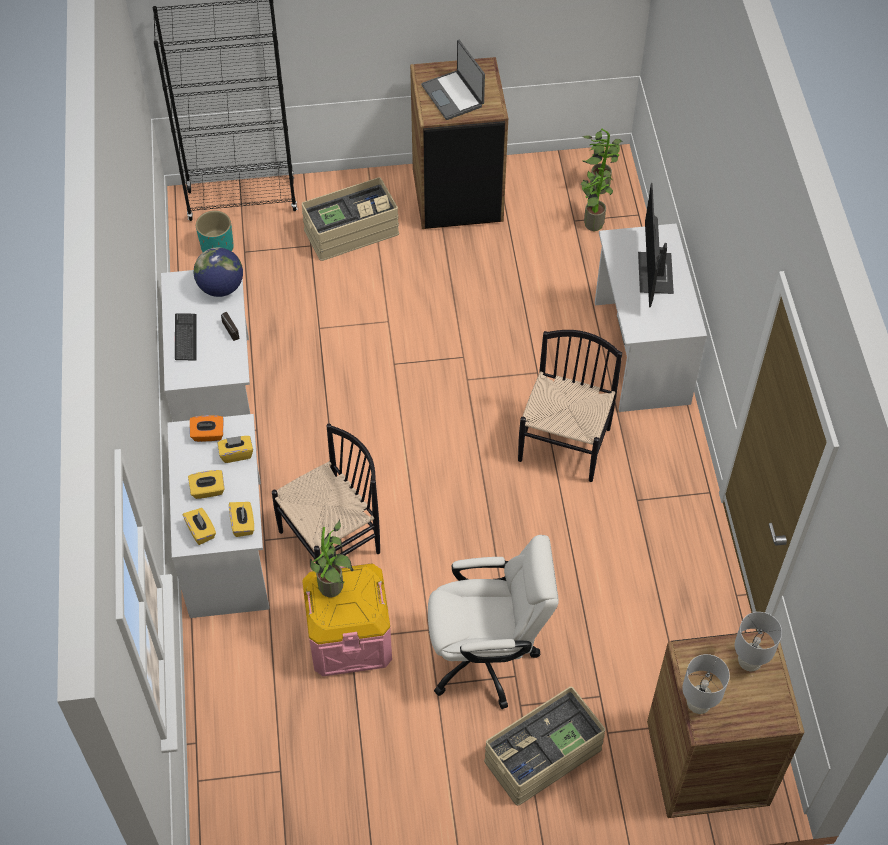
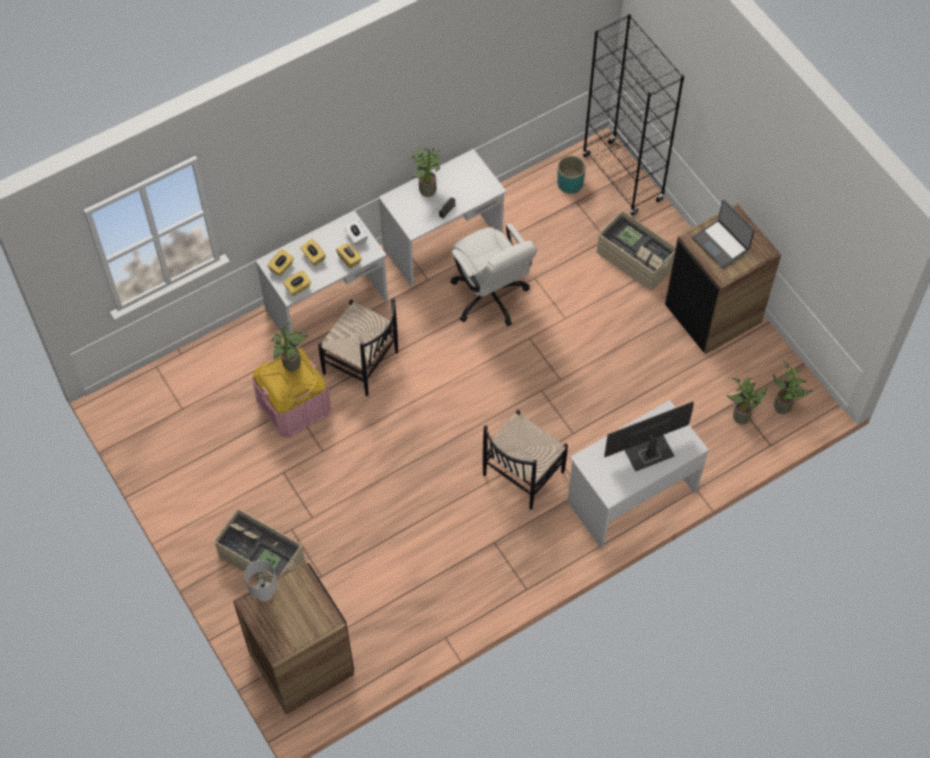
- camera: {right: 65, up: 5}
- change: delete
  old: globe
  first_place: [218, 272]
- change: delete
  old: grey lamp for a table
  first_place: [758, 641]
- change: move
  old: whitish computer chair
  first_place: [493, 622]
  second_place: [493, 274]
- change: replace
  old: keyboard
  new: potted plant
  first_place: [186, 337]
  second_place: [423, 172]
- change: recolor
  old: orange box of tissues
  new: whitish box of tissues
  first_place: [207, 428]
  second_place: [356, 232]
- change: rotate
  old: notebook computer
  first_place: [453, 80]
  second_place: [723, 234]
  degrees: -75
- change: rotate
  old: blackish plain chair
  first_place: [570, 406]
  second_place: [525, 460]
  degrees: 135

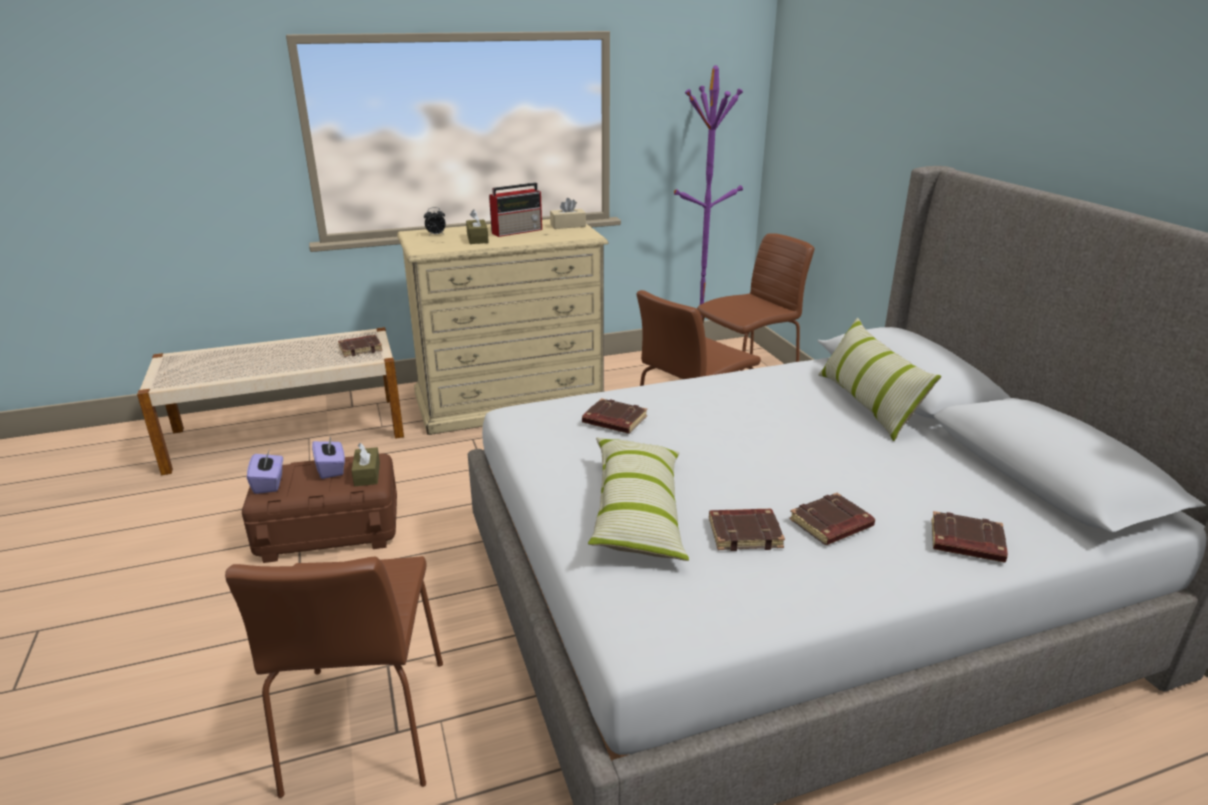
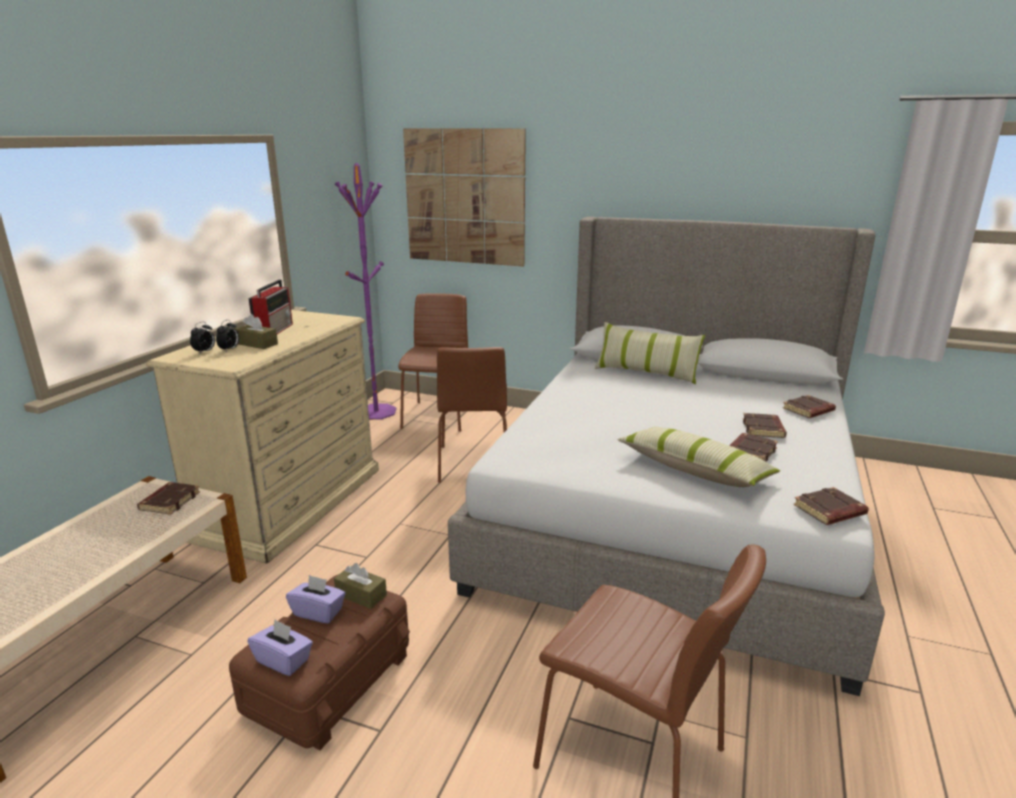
- camera: {right: -50, up: -5}
- change: delete
  old: beige-coloured box of tissues
  first_place: [568, 213]
- change: insert
  new: table clock
  second_place: [227, 335]
- change: insert
  new: wall picture
  second_place: [464, 197]
- change: move
  old: brown volume
  first_place: [614, 416]
  second_place: [831, 506]

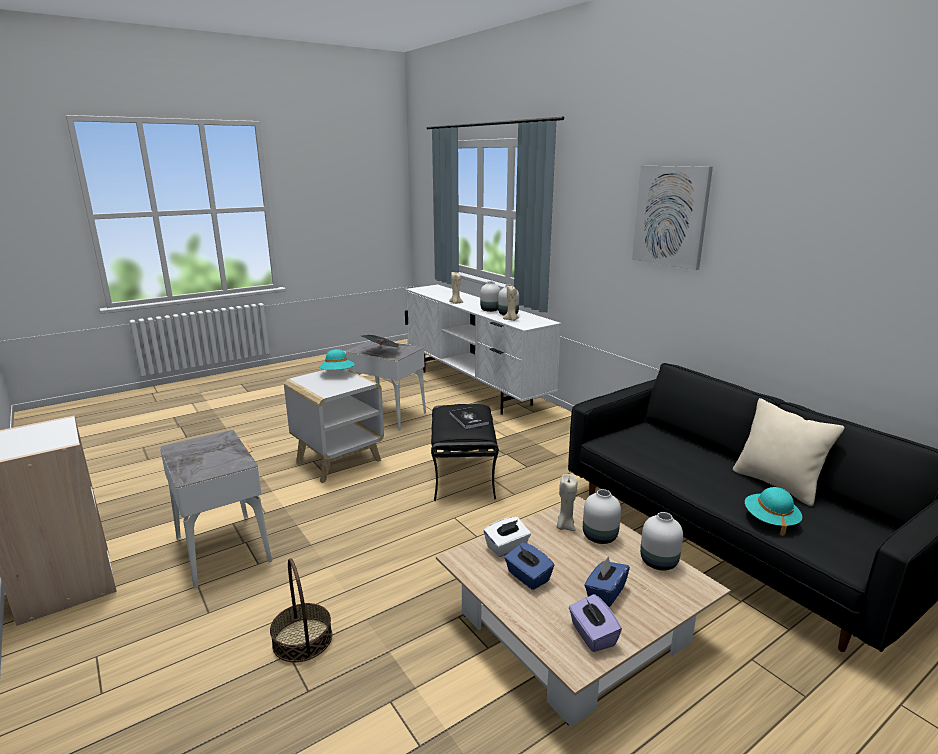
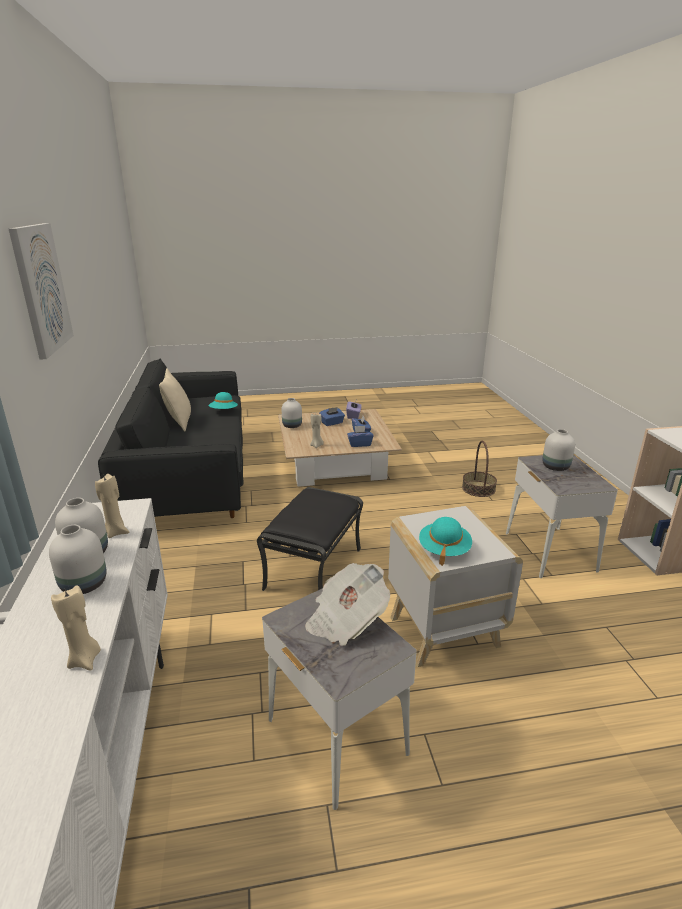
- camera: {right: -155, up: 5}
- change: delete
  old: volume
  first_place: [469, 418]
- change: move
  old: whitish vase
  first_place: [602, 516]
  second_place: [558, 450]
- change: recolor
  old: whitish box of tissues
  new: blue-coloured box of tissues
  first_place: [507, 537]
  second_place: [360, 436]

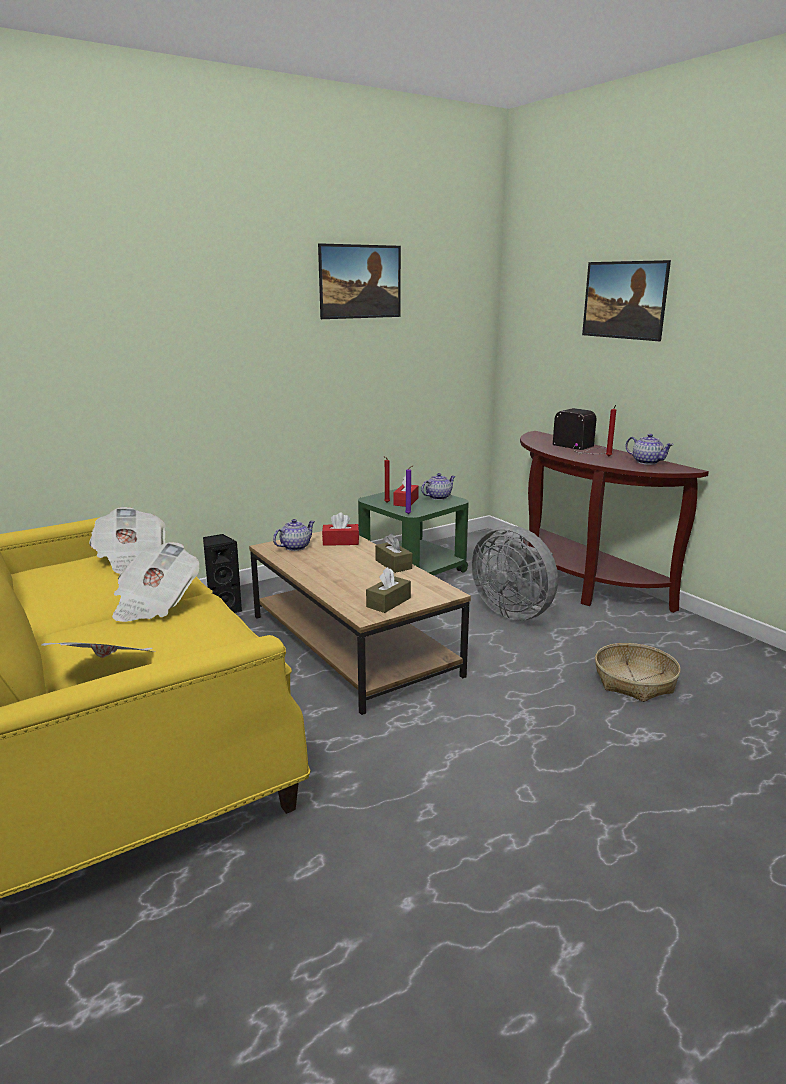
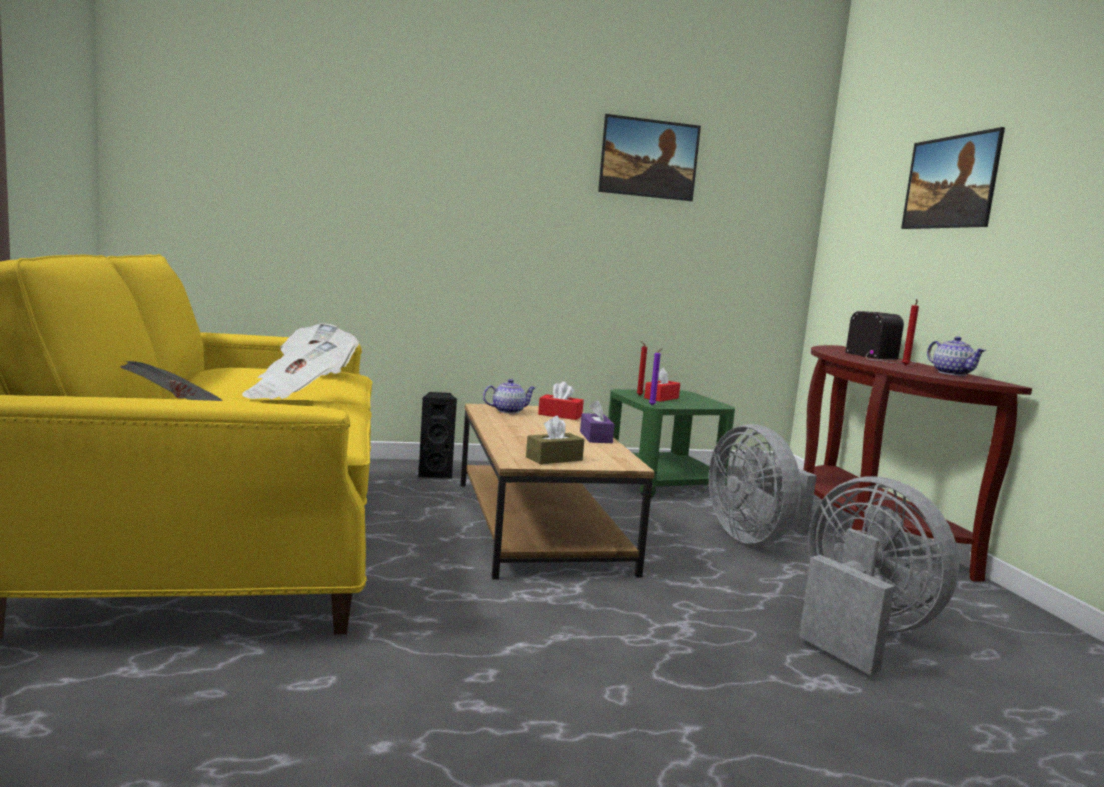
- camera: {right: 20, up: -10}
- change: delete
  old: pot for tea
  first_place: [438, 486]
- change: replace
  old: household basket
  new: grey fan
  first_place: [638, 672]
  second_place: [879, 575]
- change: recolor
  old: brown box of tissues
  new: purple box of tissues
  first_place: [393, 553]
  second_place: [597, 421]

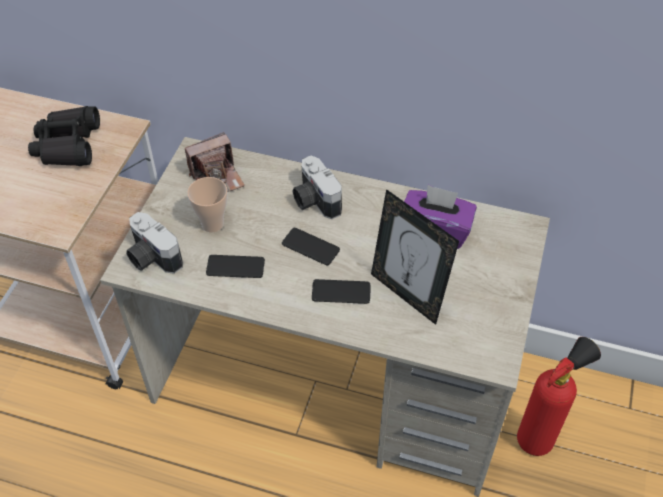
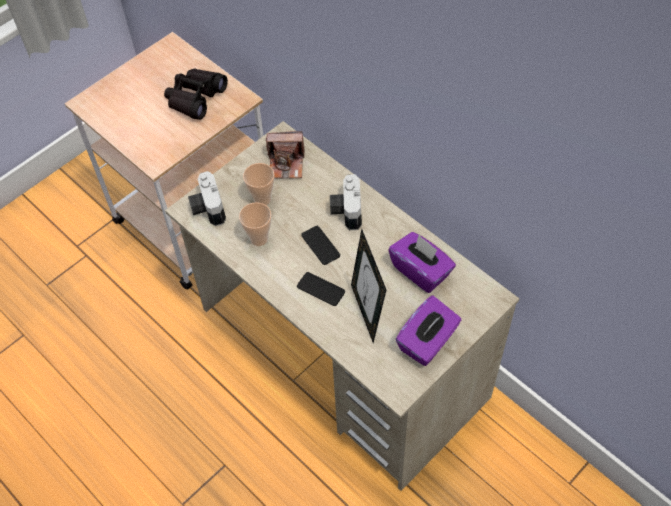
- camera: {right: 30, up: 5}
- change: delete
  old: fire extinguisher
  first_place: [559, 396]
- change: insert
  new: purple box of tissues
  second_place: [428, 331]
- change: replace
  old: phone
  new: drinking cup
  first_place: [235, 266]
  second_place: [255, 224]

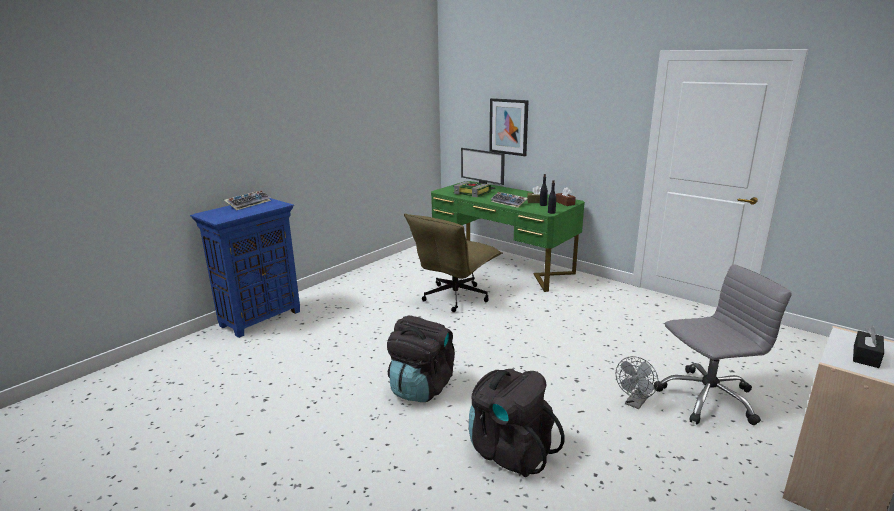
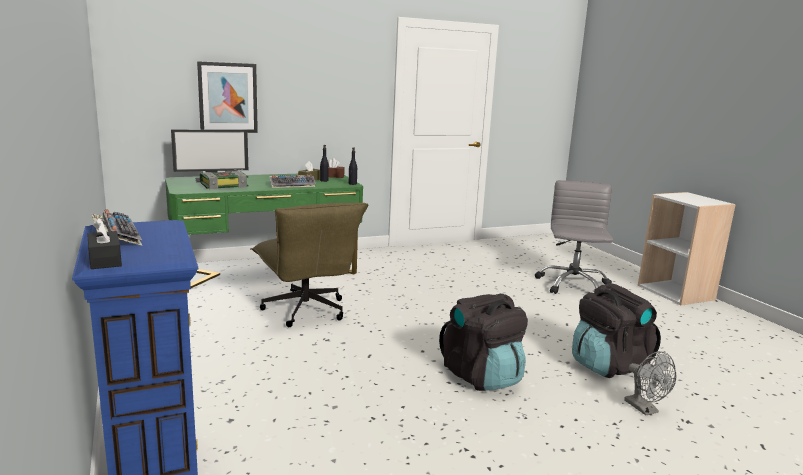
- camera: {right: -65, up: -5}
- change: move
  old: grey fan
  first_place: [637, 382]
  second_place: [650, 383]
- change: move
  old: blackish box of tissues
  first_place: [868, 346]
  second_place: [104, 243]

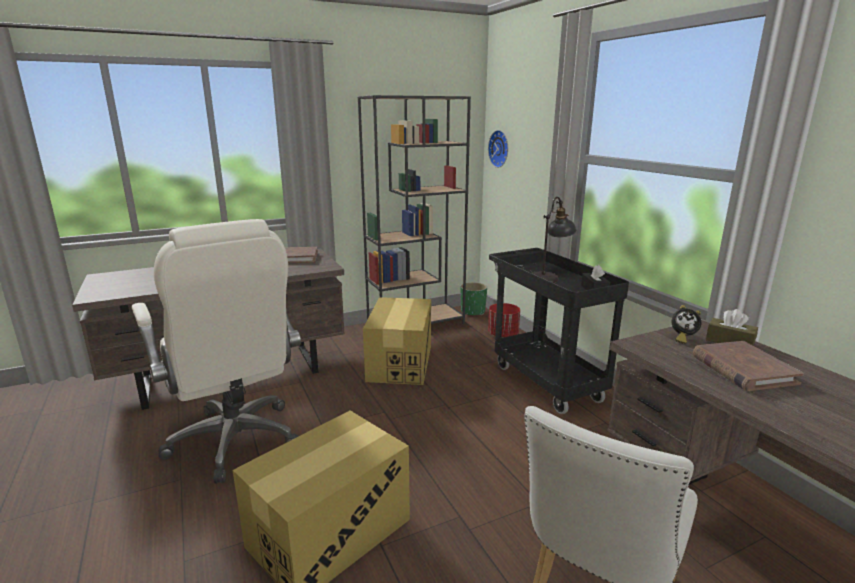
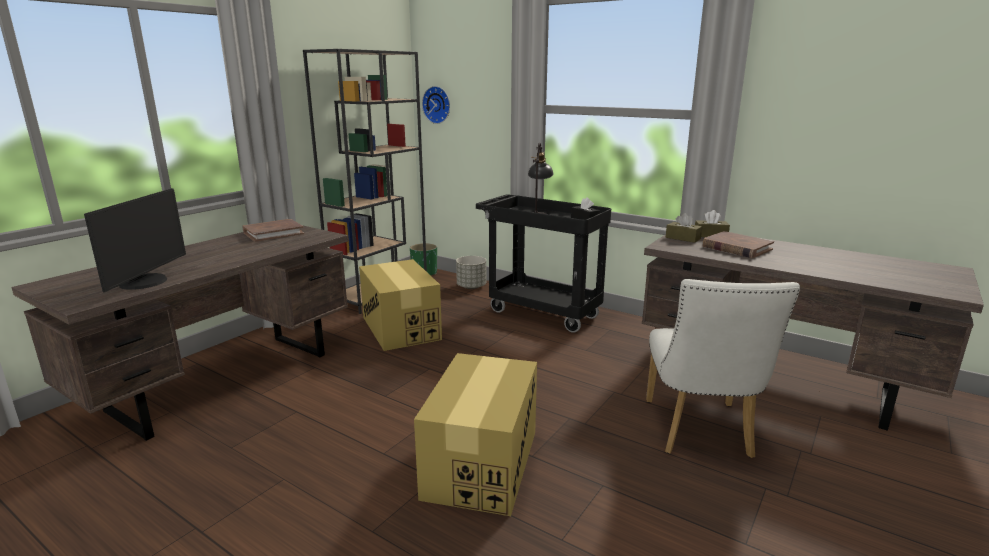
- camera: {right: -30, up: 0}
- change: delete
  old: whitish computer chair
  first_place: [216, 351]
- change: insert
  new: computer display
  second_place: [135, 240]
- change: replace
  old: table clock
  new: brown box of tissues
  first_place: [686, 324]
  second_place: [684, 228]
- change: recolor
  old: red flower pot
  new: grey flower pot
  first_place: [504, 320]
  second_place: [471, 272]

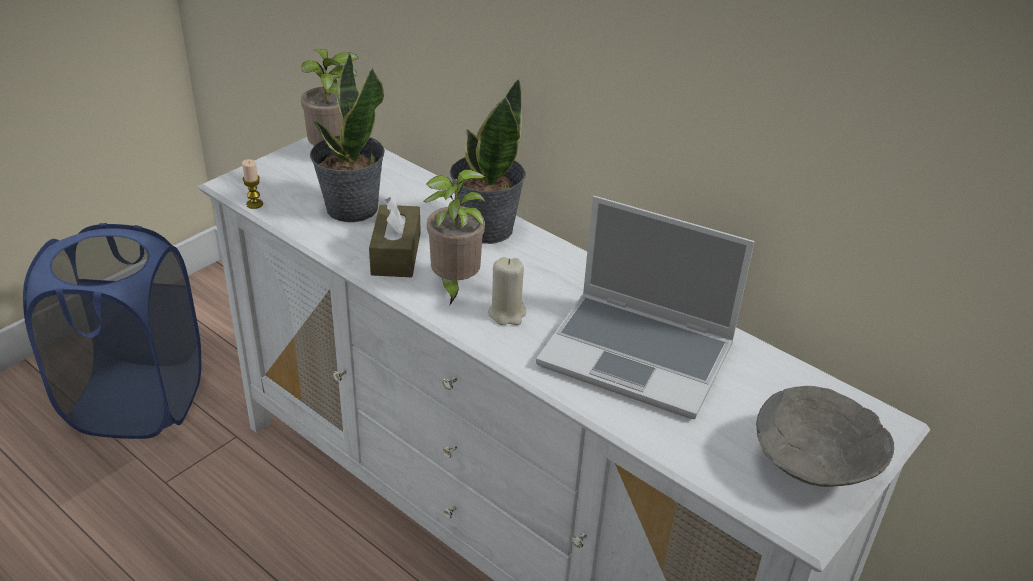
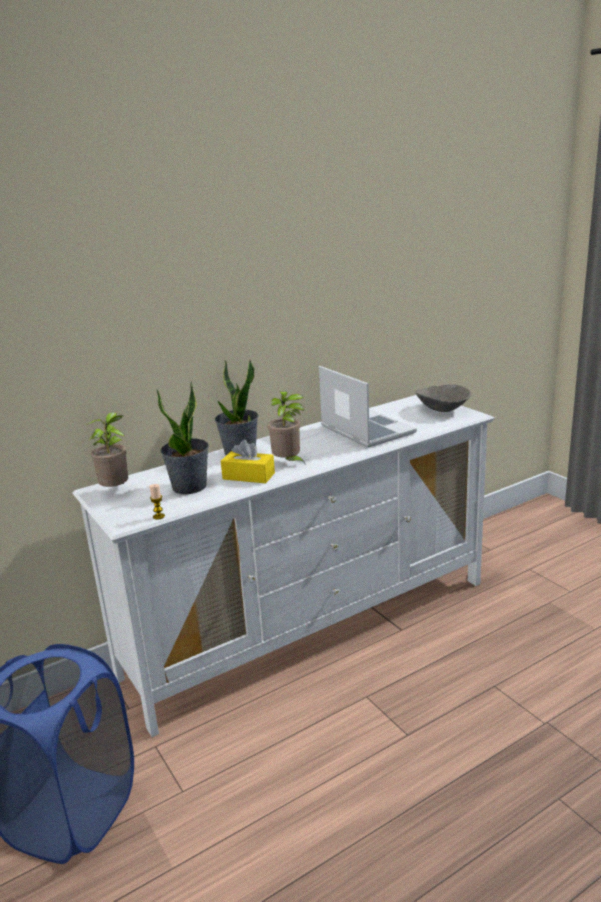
- camera: {right: -70, up: -15}
- change: delete
  old: beige-coloured wax candle
  first_place: [507, 291]
- change: recolor
  old: brown box of tissues
  new: yellow-coloured box of tissues
  first_place: [395, 237]
  second_place: [248, 461]
- change: rotate
  old: notebook computer
  first_place: [645, 307]
  second_place: [368, 407]
  degrees: -75

